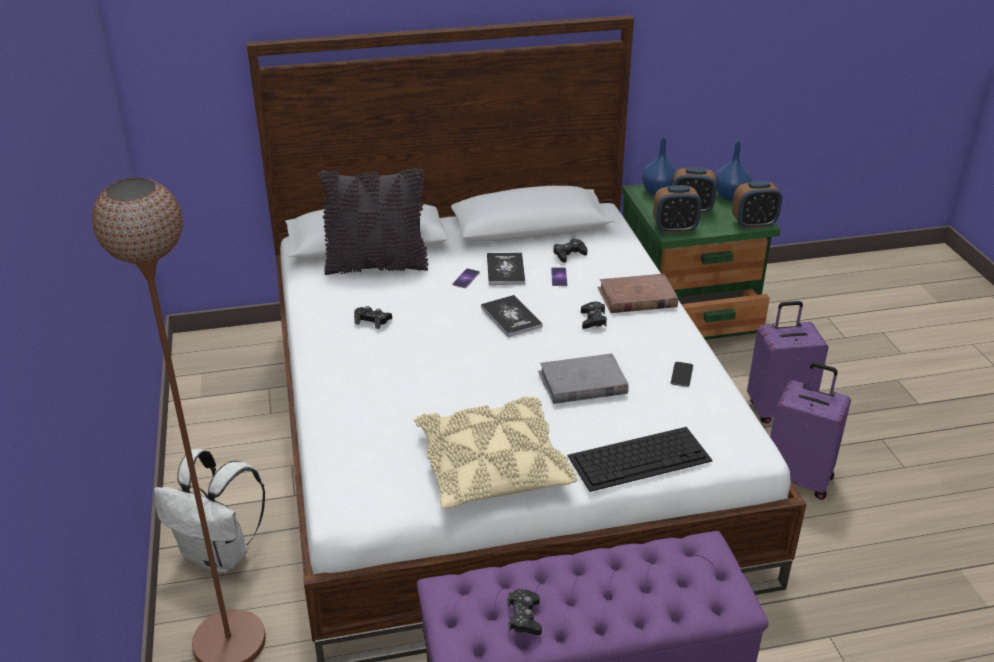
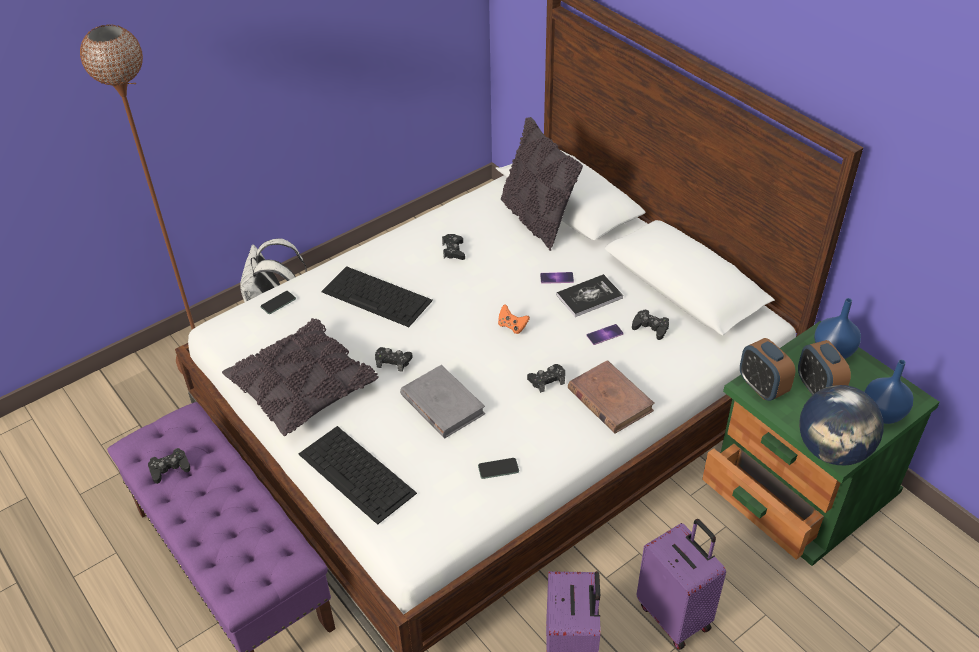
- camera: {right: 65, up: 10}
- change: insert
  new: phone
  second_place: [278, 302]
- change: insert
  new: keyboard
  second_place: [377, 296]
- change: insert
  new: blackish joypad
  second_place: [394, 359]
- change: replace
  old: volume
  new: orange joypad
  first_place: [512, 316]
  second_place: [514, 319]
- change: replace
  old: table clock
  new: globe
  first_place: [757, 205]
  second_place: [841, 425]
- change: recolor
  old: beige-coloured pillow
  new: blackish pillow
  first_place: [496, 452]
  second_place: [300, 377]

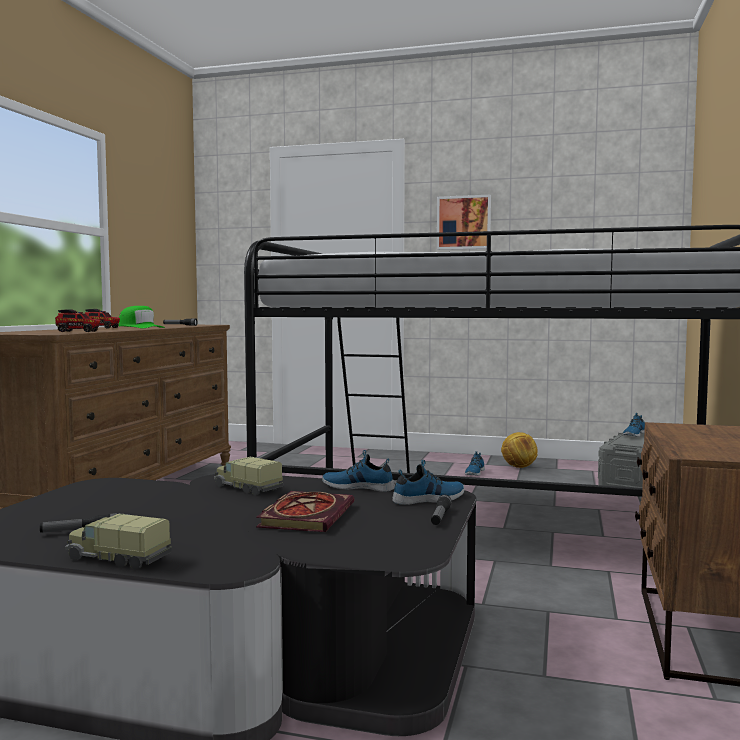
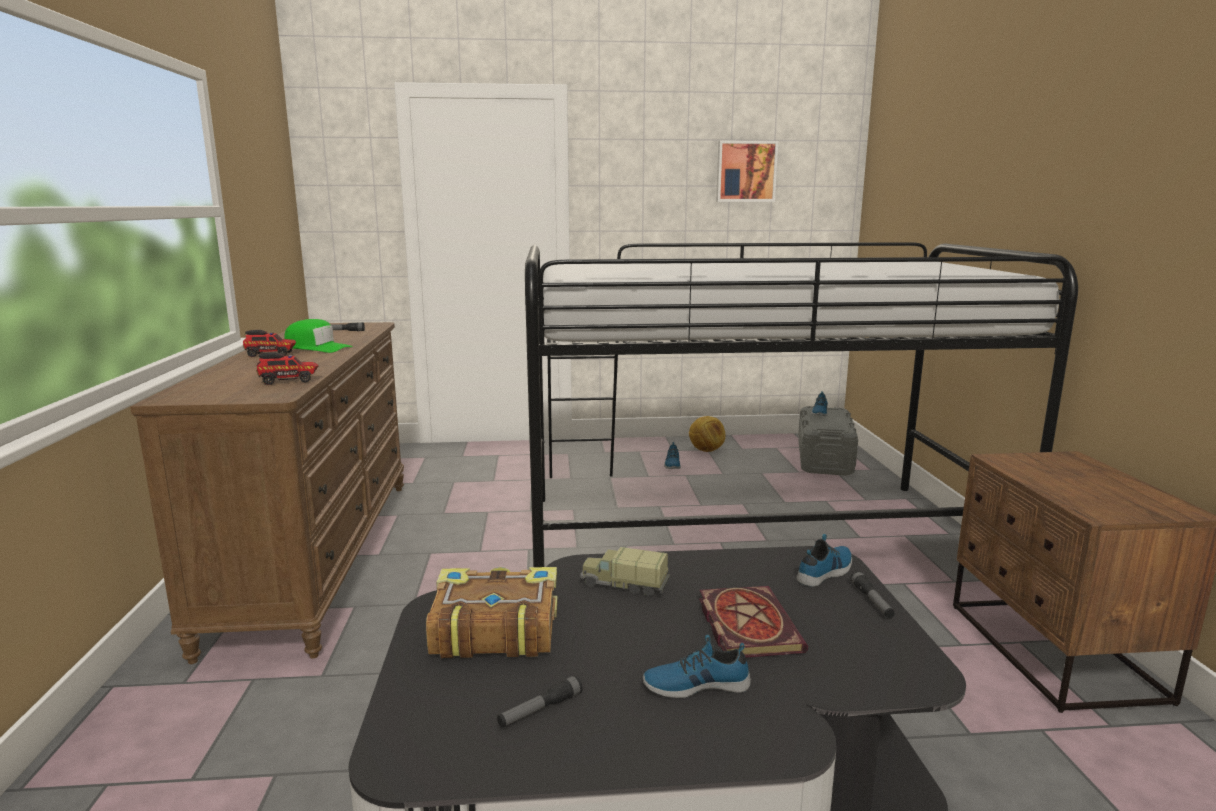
- camera: {right: -20, up: 10}
- change: delete
  old: toy truck
  first_place: [118, 541]
- change: insert
  new: volume
  second_place: [492, 612]
- change: move
  old: shoe
  first_place: [358, 471]
  second_place: [697, 666]
- change: move
  old: wall picture
  first_place: [464, 222]
  second_place: [747, 171]

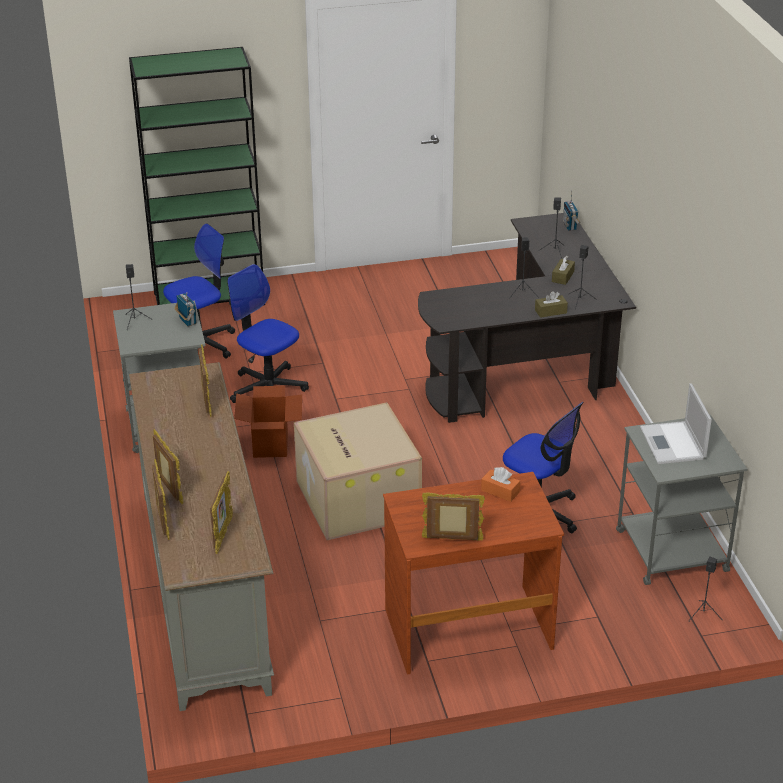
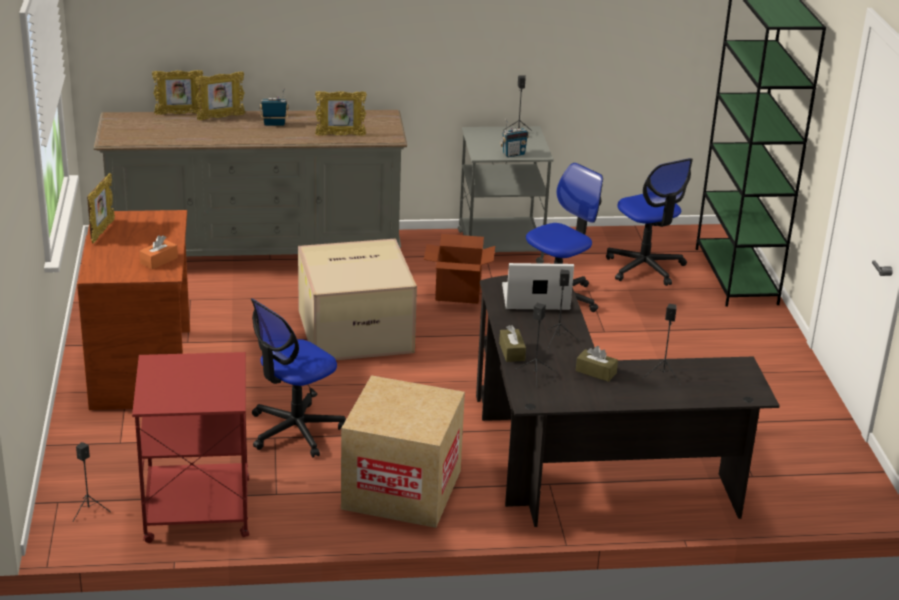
- camera: {right: 95, up: -5}
- change: delete
  old: standing frame
  first_place: [221, 512]
- change: insert
  new: packing box
  second_place: [403, 451]
- change: move
  old: radio set
  first_place: [571, 210]
  second_place: [274, 107]
- change: move
  old: notebook computer
  first_place: [676, 423]
  second_place: [538, 286]
- change: recolor
  old: grey trolley
  new: red trolley
  first_place: [681, 500]
  second_place: [190, 447]

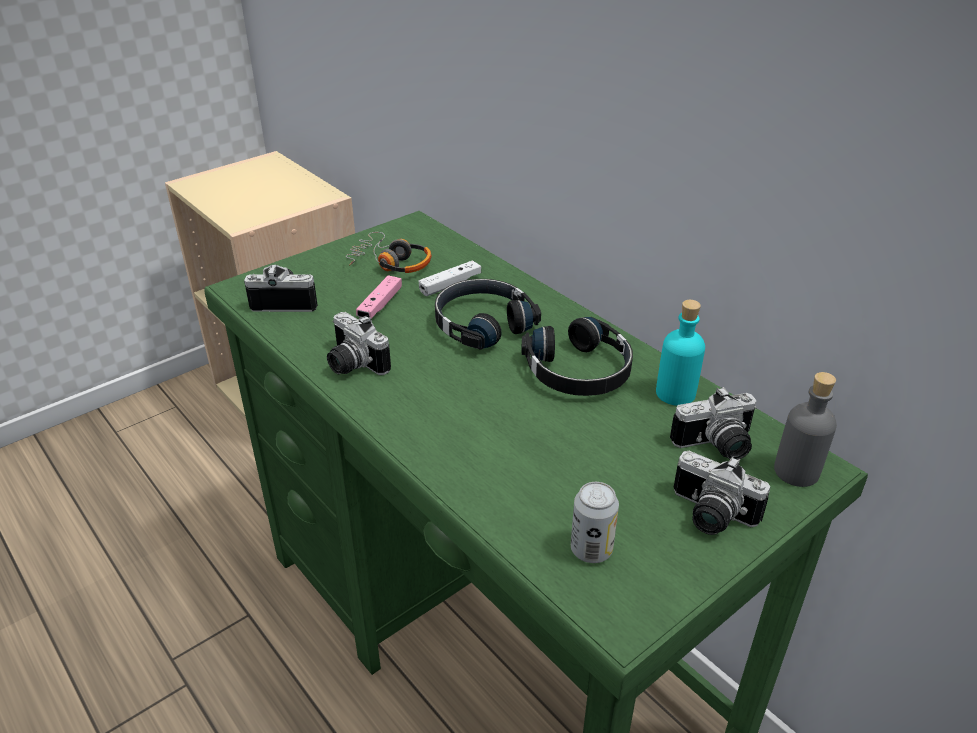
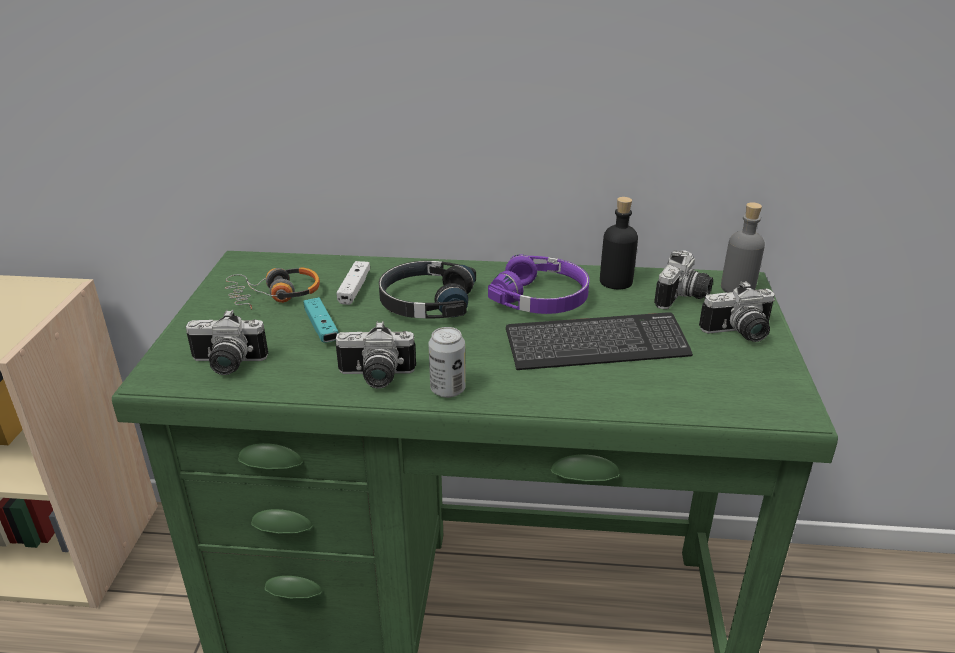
- camera: {right: -45, up: -5}
- change: insert
  new: keyboard
  second_place: [599, 341]
- change: move
  old: sealed can
  first_place: [595, 522]
  second_place: [447, 362]
- change: recolor
  old: pinkish joypad
  new: blue-green joypad
  first_place: [379, 297]
  second_place: [321, 320]
- change: recolor
  old: blackish pair of headphones
  new: purple pair of headphones
  first_place: [577, 356]
  second_place: [538, 284]
- change: recolor
  old: blue-green beverage bottle
  new: blackish beverage bottle
  first_place: [680, 353]
  second_place: [619, 243]
- change: rotate
  old: photo camera
  first_place: [281, 288]
  second_place: [227, 342]
  degrees: -135

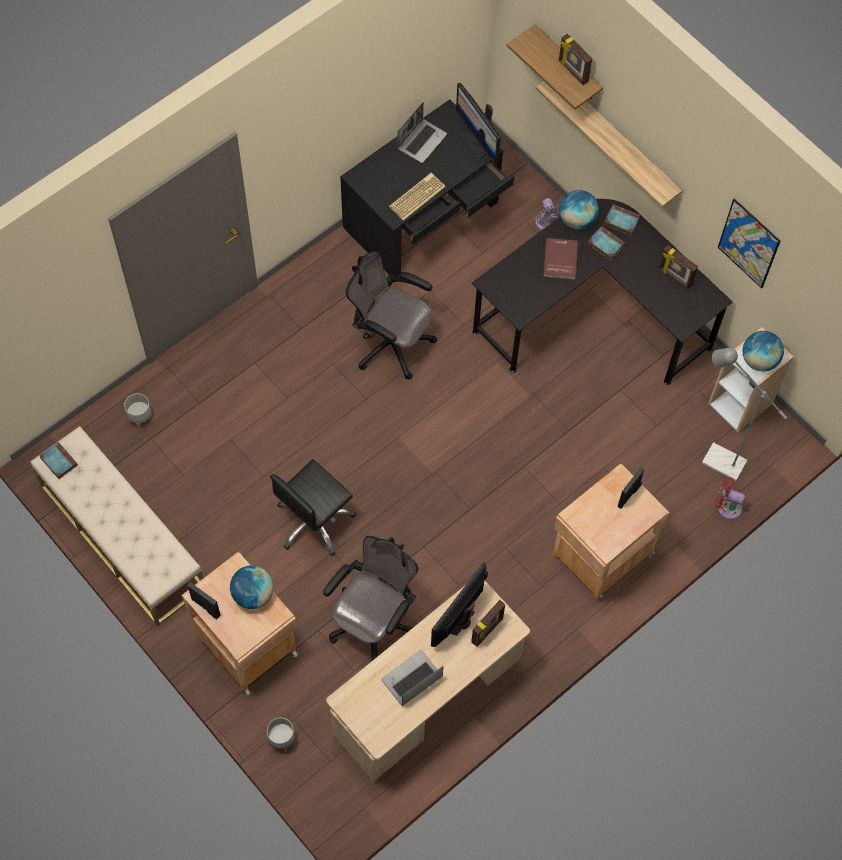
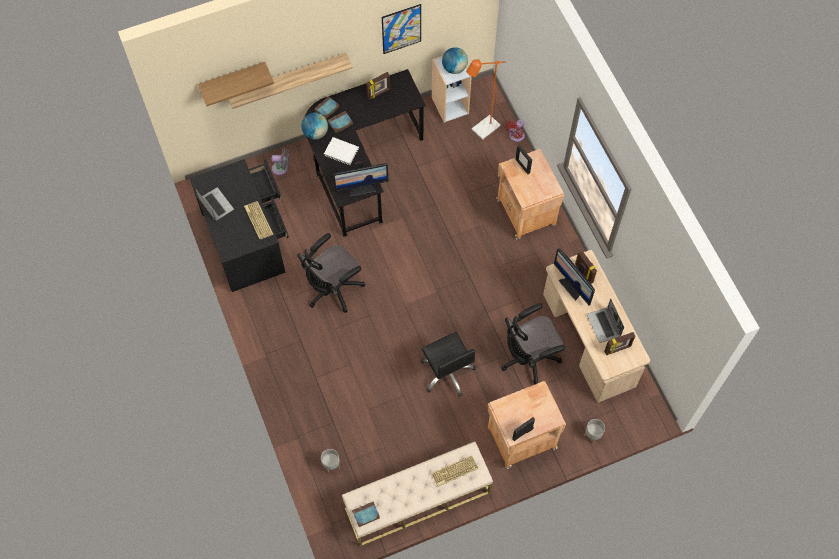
- camera: {right: -70, up: 0}
- change: delete
  old: globe
  first_place: [252, 587]
- change: insert
  new: keyboard
  second_place: [454, 471]
- change: move
  old: computer display
  first_place: [478, 124]
  second_place: [361, 179]
- change: move
  old: standing frame
  first_place: [576, 59]
  second_place: [619, 343]
- change: recolor
  old: red volume
  new: whitish volume
  first_place: [561, 258]
  second_place: [341, 151]
- change: recolor
  old: grey floor lamp
  new: orange floor lamp
  first_place: [744, 414]
  second_place: [488, 99]
- change: rotate
  old: computer chair
  first_place: [370, 598]
  second_place: [533, 343]
  degrees: -75

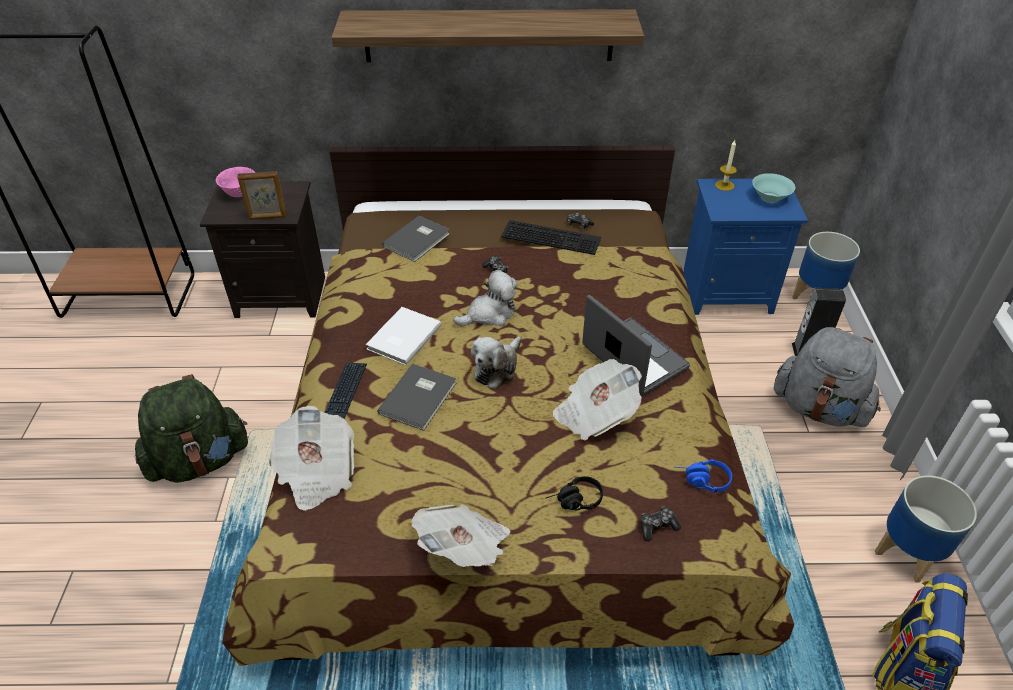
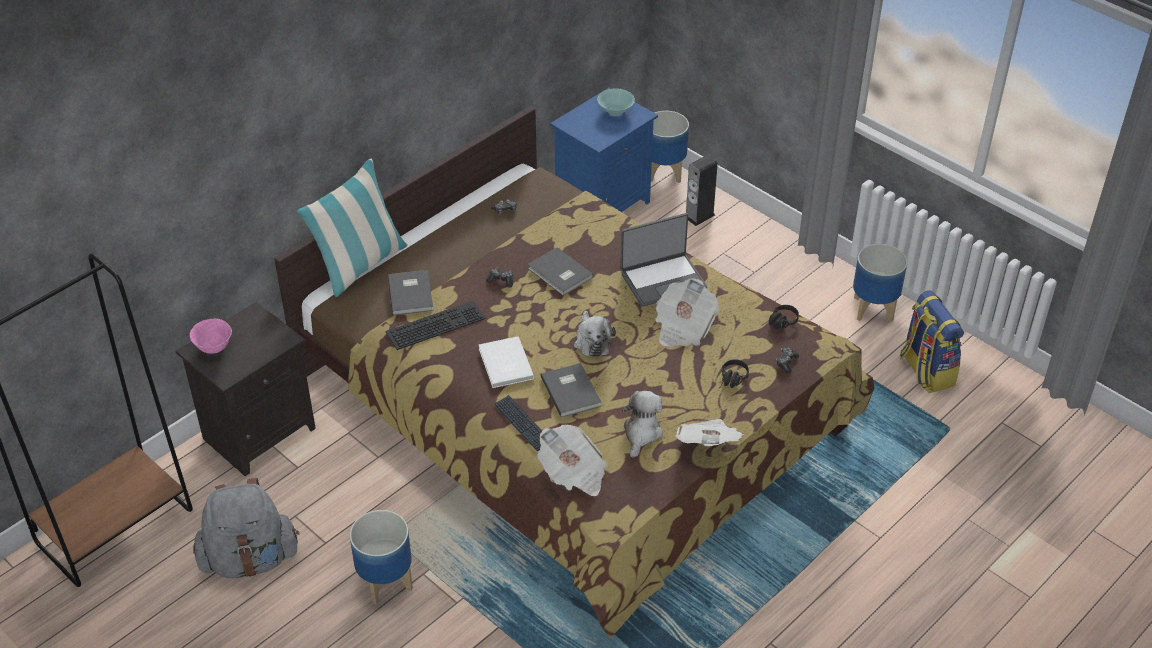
- camera: {right: -45, up: 0}
- change: delete
  old: standing frame
  first_place: [262, 195]
- change: delete
  old: wall shelf
  first_place: [488, 35]
- change: delete
  old: wax candle
  first_place: [726, 165]
- change: insert
  new: pillow
  second_place: [352, 228]
- change: insert
  new: grey volume
  second_place: [560, 271]
- change: move
  old: plush toy
  first_place: [485, 298]
  second_place: [642, 424]
- change: move
  old: keyboard
  first_place: [551, 237]
  second_place: [436, 325]
- change: move
  old: grey knapsack
  first_place: [827, 377]
  second_place: [246, 528]
- change: replace
  old: green-coloured knapsack
  new: flower pot
  first_place: [191, 428]
  second_place: [381, 557]
- change: recolor
  old: blue-coloured pair of headphones
  new: blackish pair of headphones
  first_place: [703, 476]
  second_place: [780, 317]
- change: rotate
  old: notebook computer
  first_place: [636, 345]
  second_place: [663, 260]
  degrees: 150

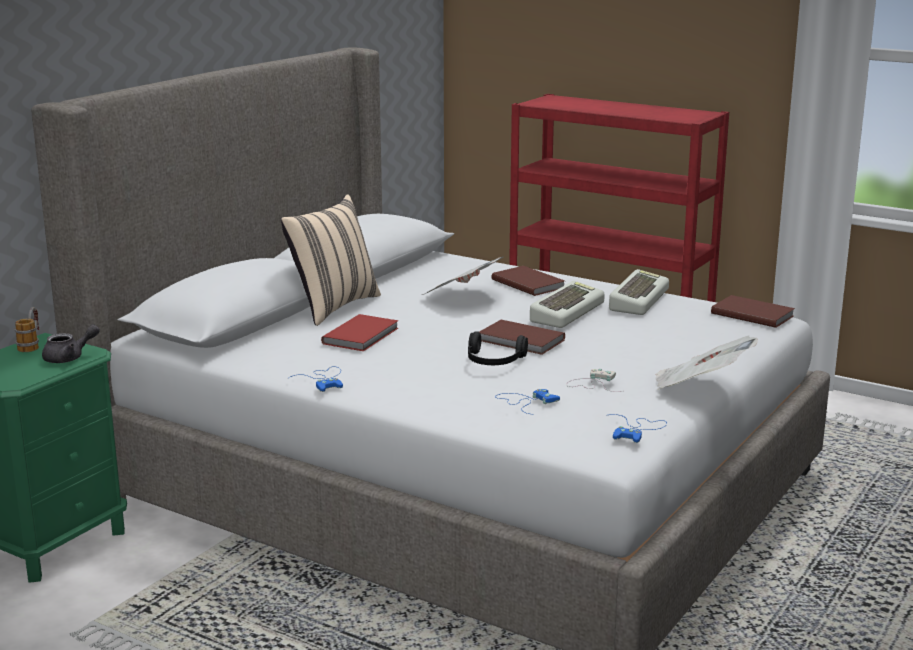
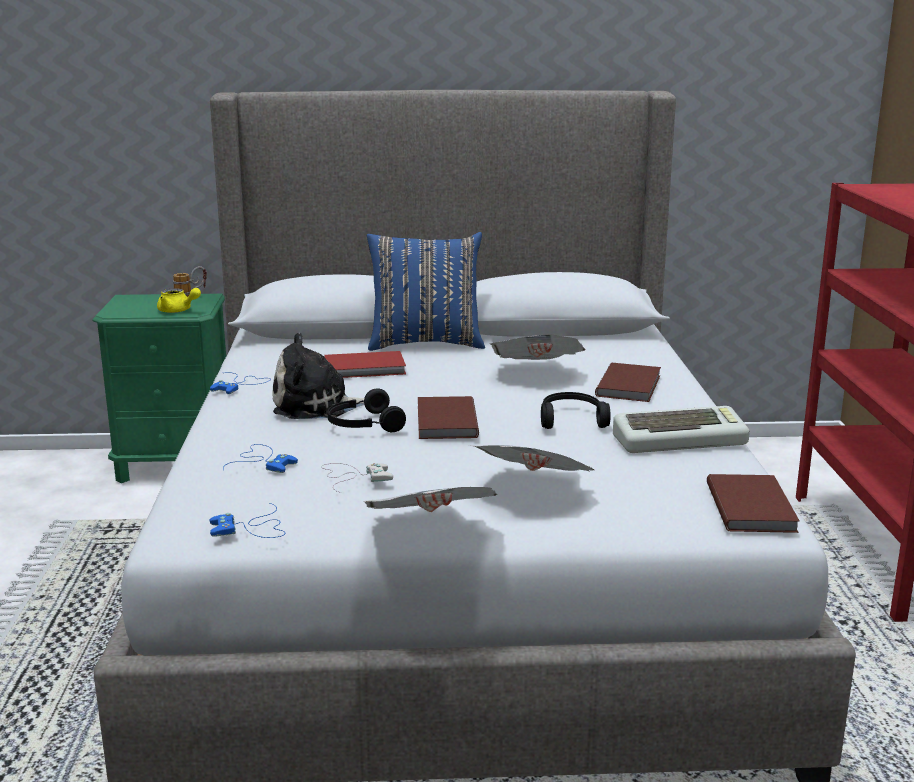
- camera: {right: 55, up: 0}
- change: insert
  new: plush toy
  second_place: [318, 375]
- change: insert
  new: daily paper
  second_place: [531, 458]
- change: replace
  old: keyboard
  new: blackish pair of headphones
  first_place: [567, 304]
  second_place: [576, 410]
- change: recolor
  old: grey pot for tea
  new: yellow-coloured pot for tea
  first_place: [71, 343]
  second_place: [179, 300]
- change: recolor
  old: beige-coloured pillow
  new: blue-coloured pillow
  first_place: [331, 260]
  second_place: [426, 291]

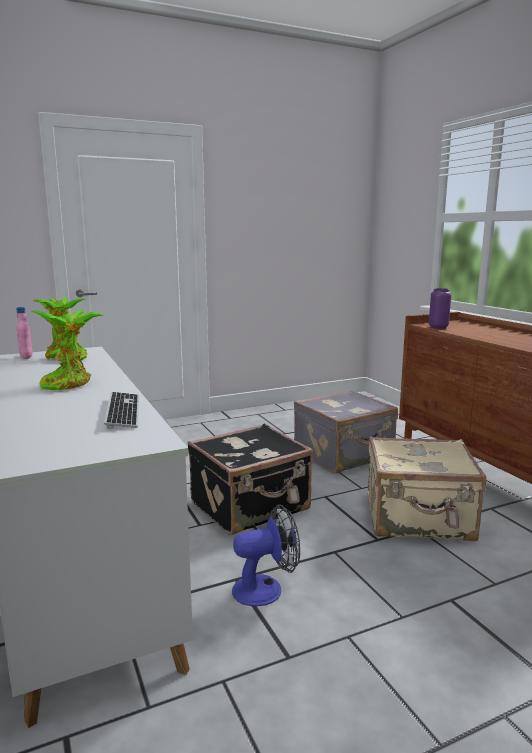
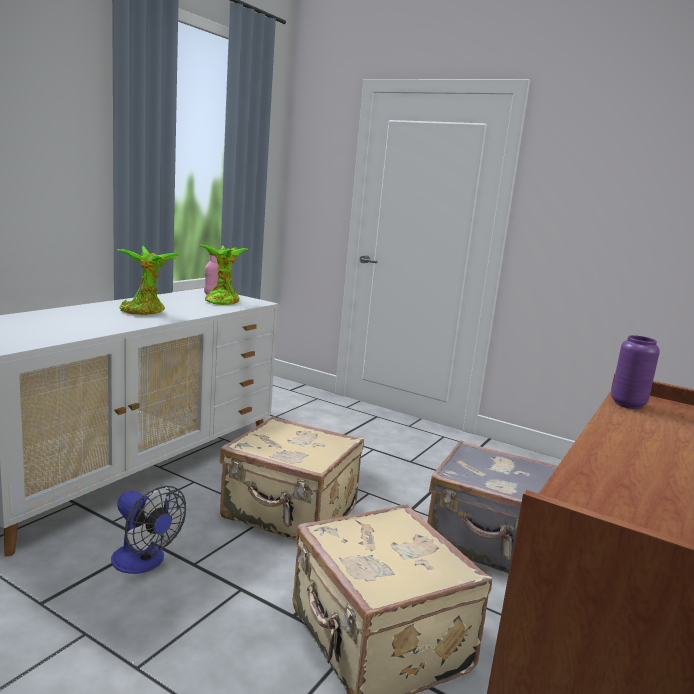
- camera: {right: 55, up: 0}
- change: delete
  old: keyboard
  first_place: [121, 410]
- change: recolor
  old: blackish travel case
  new: beige-coloured travel case
  first_place: [250, 479]
  second_place: [292, 478]

